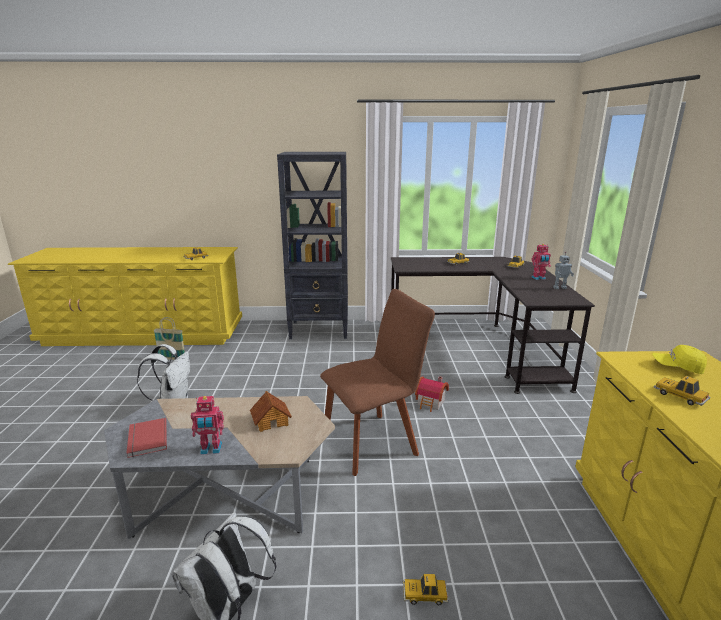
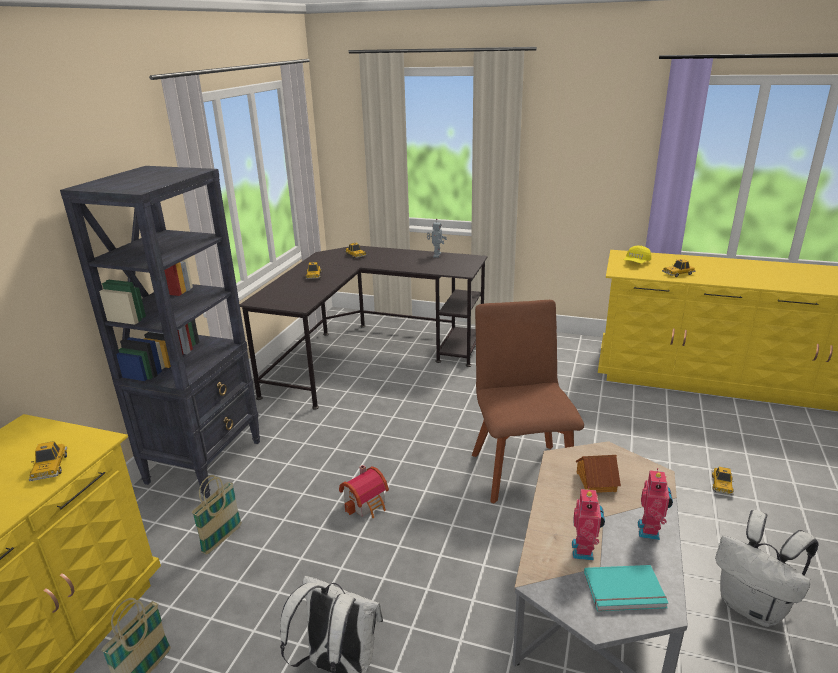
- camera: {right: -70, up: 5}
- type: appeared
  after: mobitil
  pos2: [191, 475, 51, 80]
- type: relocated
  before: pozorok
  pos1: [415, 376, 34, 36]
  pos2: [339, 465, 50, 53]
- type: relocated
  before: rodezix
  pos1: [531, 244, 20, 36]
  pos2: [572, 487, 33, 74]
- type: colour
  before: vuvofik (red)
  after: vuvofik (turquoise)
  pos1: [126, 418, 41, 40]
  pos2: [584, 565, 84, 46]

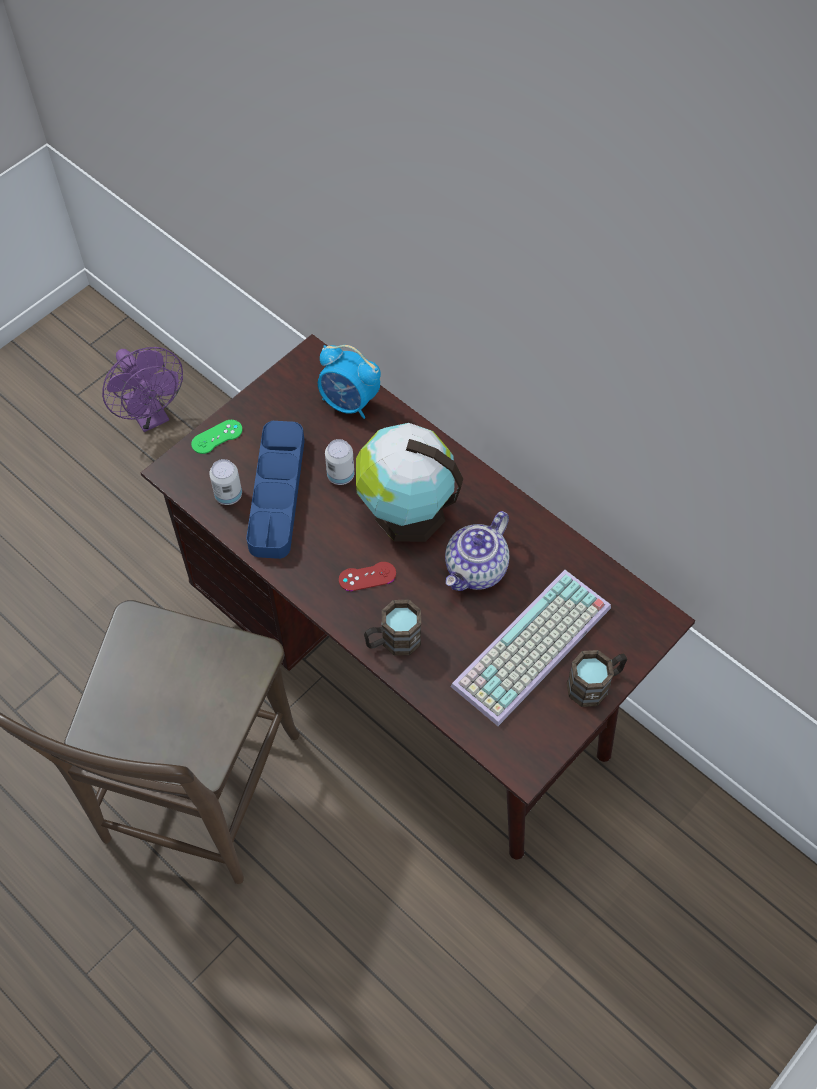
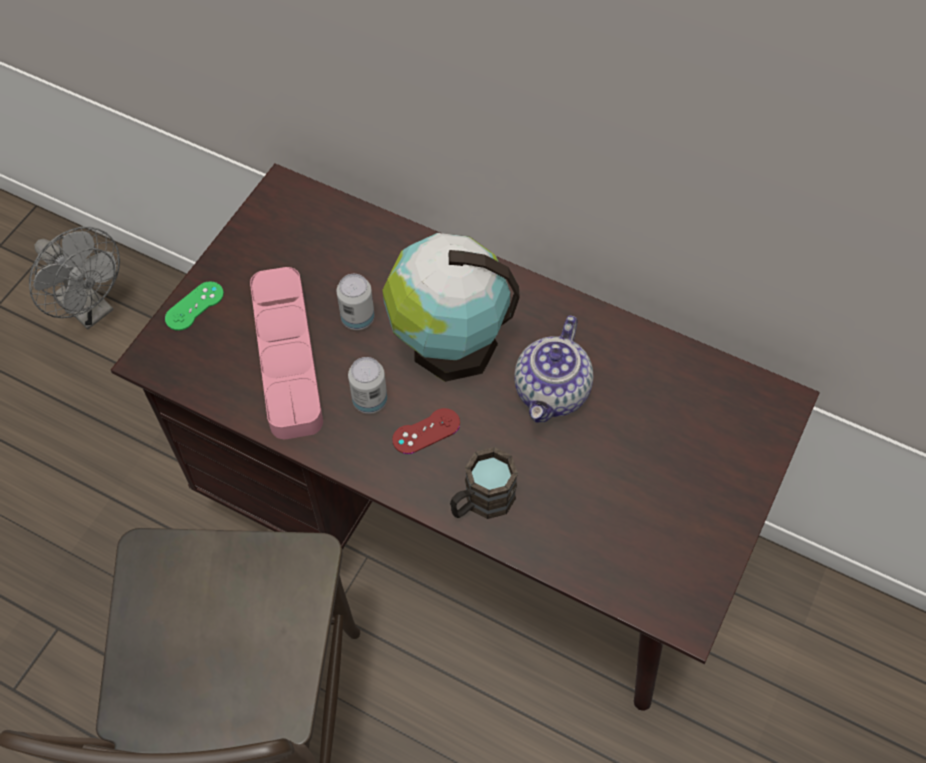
- camera: {right: -15, up: 0}
- type: missing
  before: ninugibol
  pos1: [318, 345, 63, 74]
- type: missing
  before: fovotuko
  pos1: [450, 570, 161, 156]
- type: missing
  before: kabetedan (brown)
  pos1: [567, 650, 60, 57]
- type: relocated
  before: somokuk
  pos1: [209, 459, 33, 46]
  pos2: [348, 357, 39, 57]
- type: colour
  before: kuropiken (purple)
  after: kuropiken (grey)
  pos1: [102, 347, 81, 85]
  pos2: [29, 227, 91, 102]
- type: colour
  before: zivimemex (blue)
  after: zivimemex (pink)
  pos1: [246, 421, 59, 138]
  pos2: [250, 267, 73, 172]

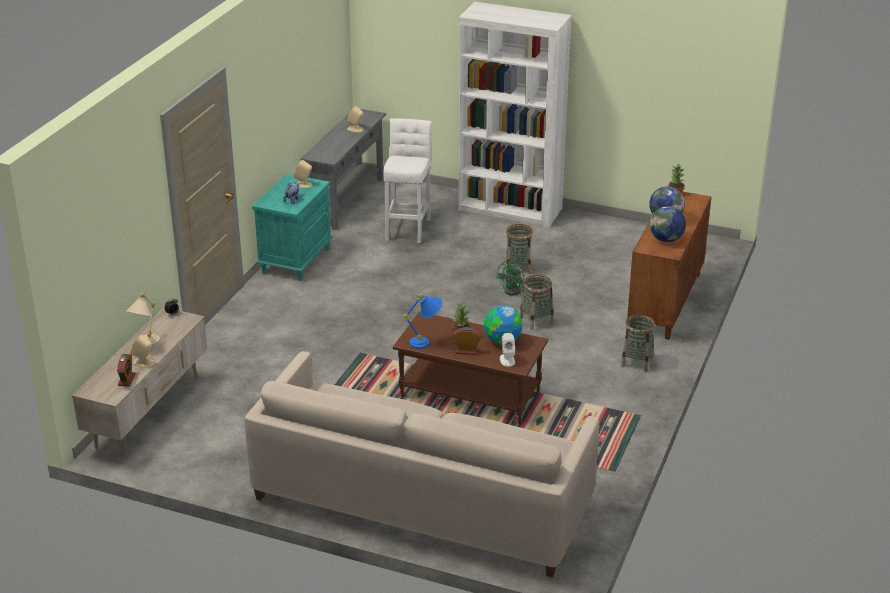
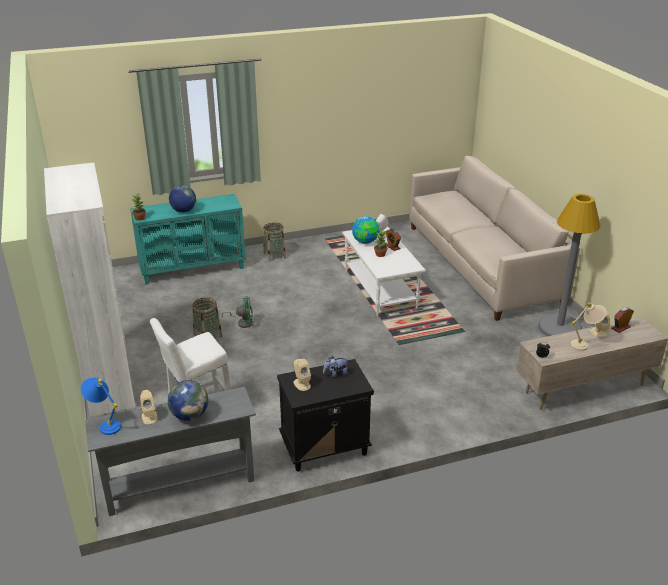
- camera: {right: -130, up: 0}
- type: missing
  before: mobitil
  pos1: [520, 275, 34, 55]
- type: appeared
  after: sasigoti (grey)
  pos2: [538, 194, 63, 142]
- type: relocated
  before: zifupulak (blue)
  pos1: [403, 294, 39, 55]
  pos2: [81, 378, 40, 57]
- type: relocated
  before: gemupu
  pos1: [650, 206, 36, 36]
  pos2: [168, 380, 40, 41]
- type: colour
  before: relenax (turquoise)
  after: relenax (black)
  pos1: [252, 174, 81, 107]
  pos2: [277, 359, 97, 112]
- type: colour
  before: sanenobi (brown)
  after: sanenobi (white)
  pos1: [393, 312, 155, 112]
  pos2: [342, 227, 84, 89]
- type: colour
  before: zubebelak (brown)
  after: zubebelak (turquoise)
  pos1: [627, 192, 84, 148]
  pos2: [130, 194, 116, 91]

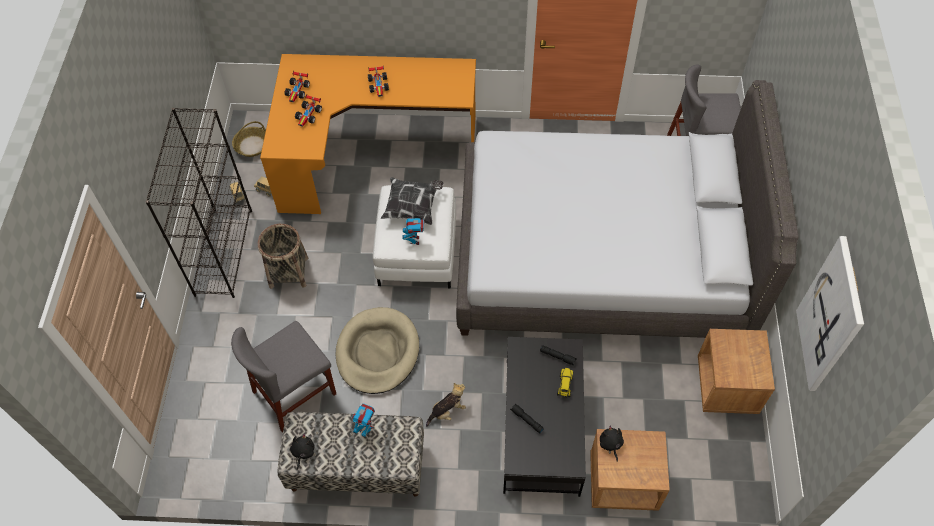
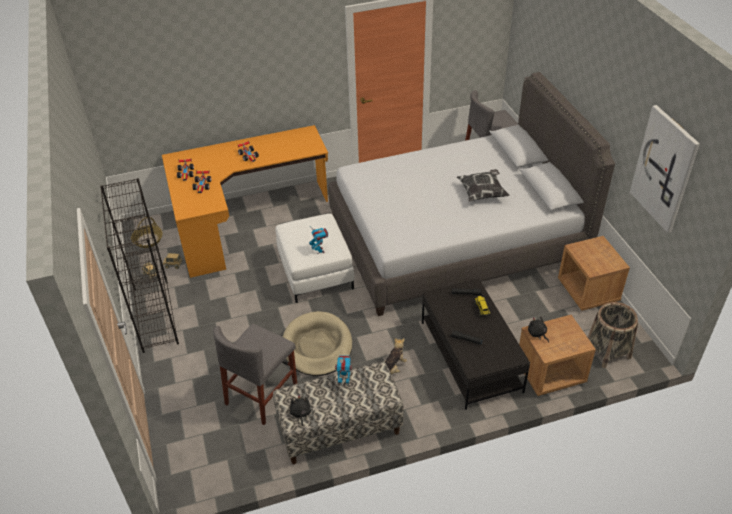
- camera: {right: -20, up: -15}
- type: relocated
  before: mobitil
  pos1: [257, 224, 51, 65]
  pos2: [588, 302, 50, 66]
- type: relocated
  before: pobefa
  pos1: [381, 177, 62, 48]
  pos2: [457, 169, 53, 33]

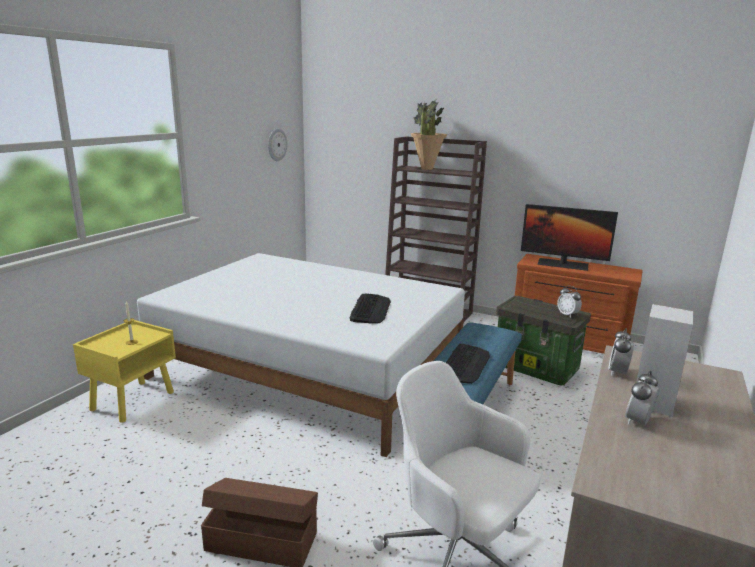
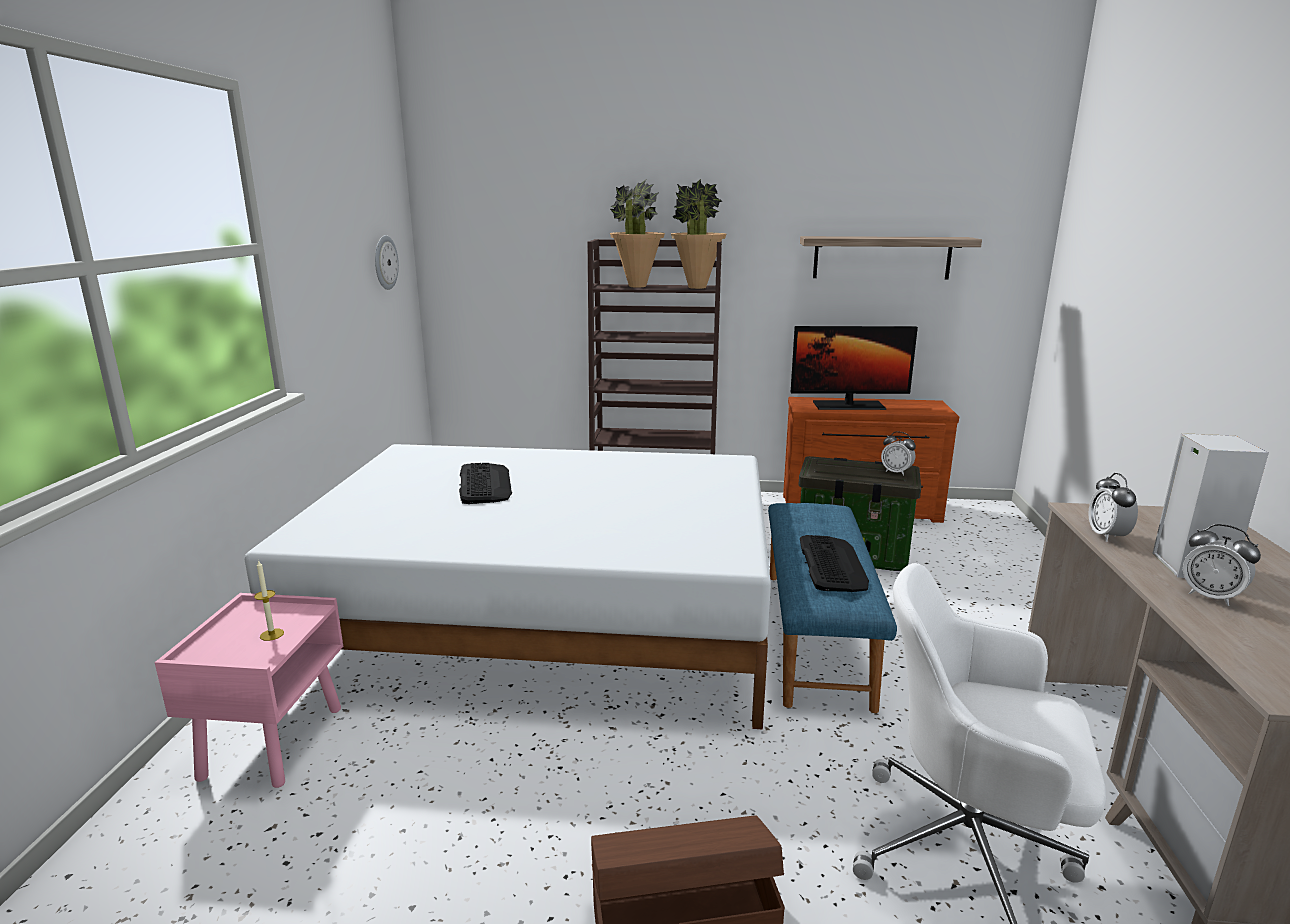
- camera: {right: -20, up: 0}
- type: appeared
  after: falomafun
  pos2: [671, 179, 55, 110]
- type: appeared
  after: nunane
  pos2: [800, 236, 182, 44]
- type: relocated
  before: fovotuko
  pos1: [349, 293, 42, 31]
  pos2: [459, 463, 53, 41]
- type: colour
  before: relenax (yellow)
  after: relenax (pink)
  pos1: [73, 320, 103, 103]
  pos2: [155, 593, 188, 195]
- type: spun
  before: ninugibol
  pos1: [625, 371, 35, 54]
  pos2: [1183, 524, 78, 82]
  turn: -60

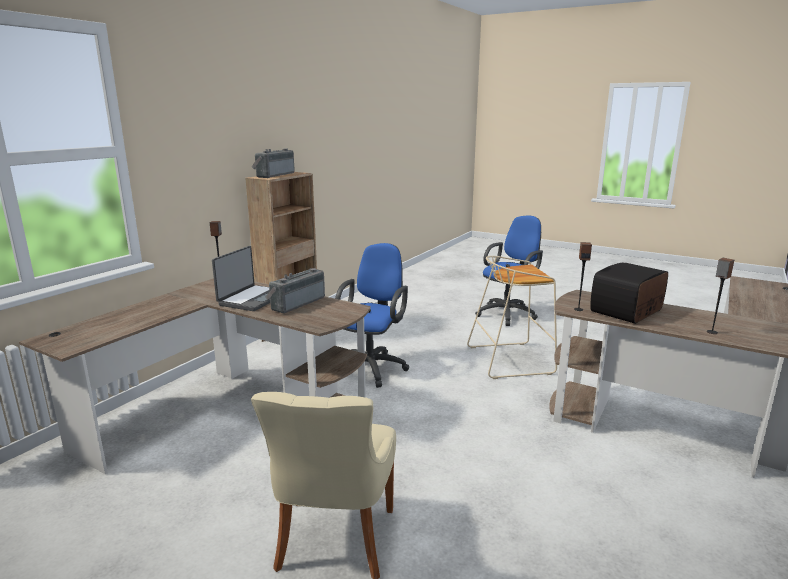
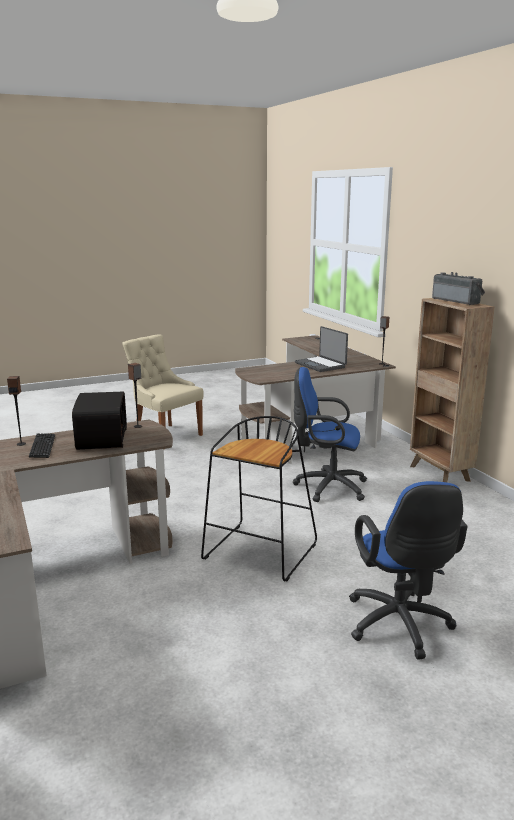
- camera: {right: 125, up: 0}
- type: missing
  before: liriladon
  pos1: [265, 268, 60, 45]
- type: appeared
  after: fovotuko
  pos2: [29, 433, 26, 25]
- type: colour
  before: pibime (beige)
  after: pibime (black)
  pos1: [467, 256, 90, 123]
  pos2: [201, 416, 116, 165]
- type: spun
  before: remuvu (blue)
  pos1: [335, 243, 74, 145]
  pos2: [293, 367, 74, 135]
  turn: 135

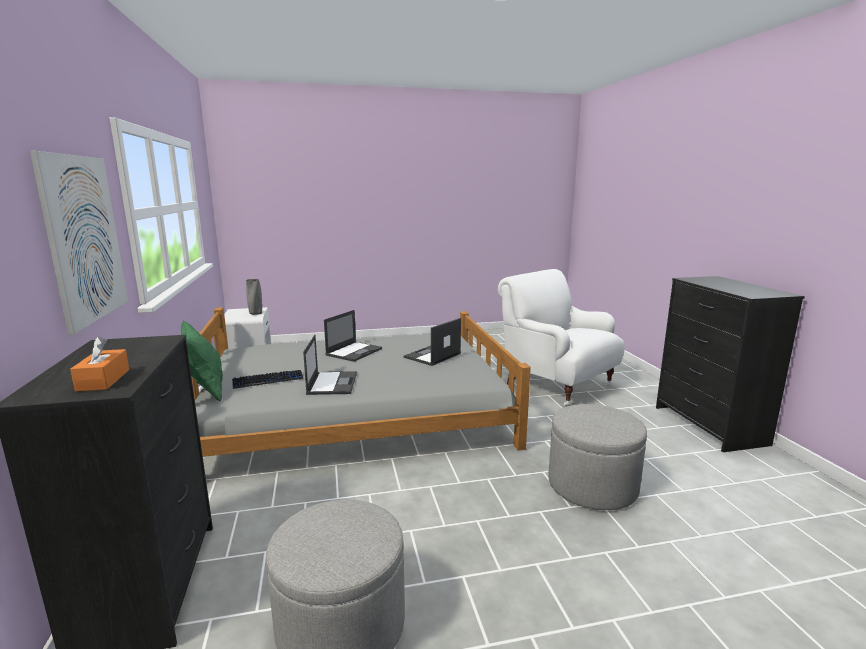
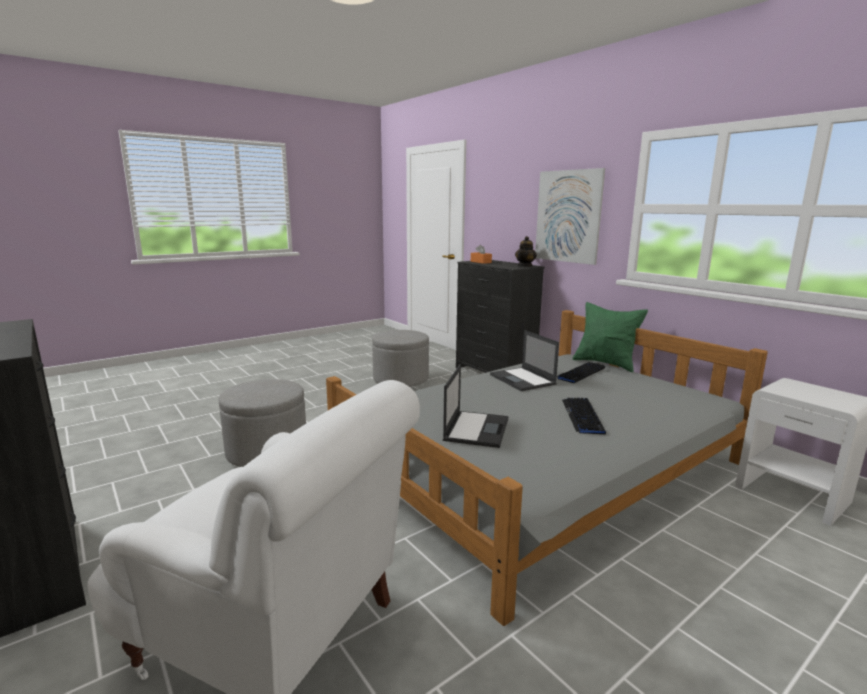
- camera: {right: 155, up: 0}
- type: missing
  before: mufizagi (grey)
  pos1: [246, 279, 16, 36]
- type: appeared
  after: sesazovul
  pos2: [515, 236, 22, 31]
- type: exchanged
  before: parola
  after: fovotuko
  pos1: [324, 310, 58, 52]
  pos2: [562, 398, 44, 36]

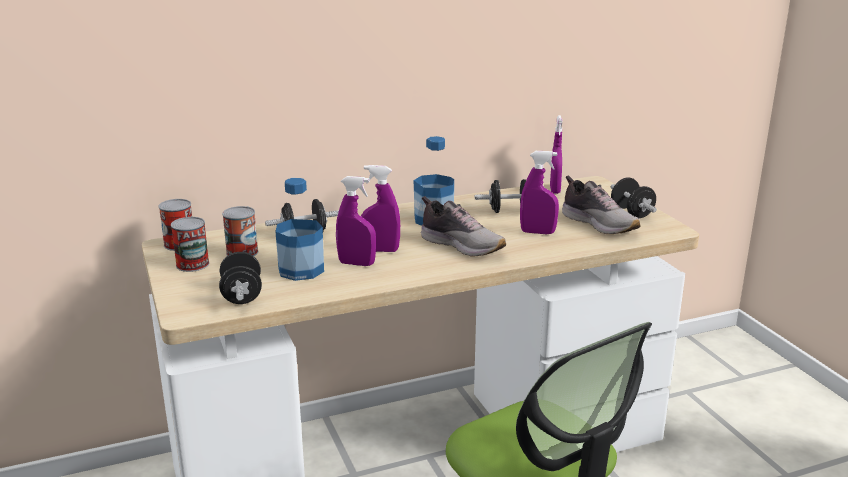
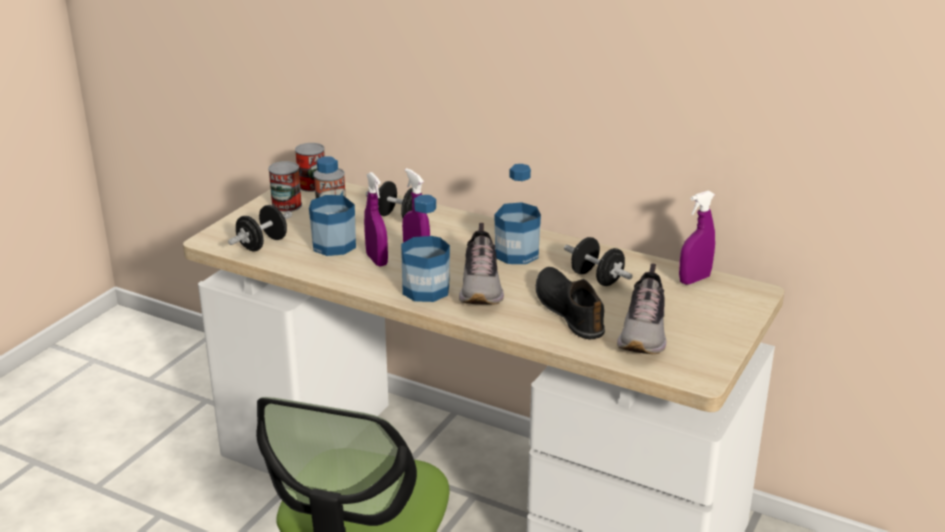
- camera: {right: 50, up: 5}
- type: missing
  before: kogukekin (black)
  pos1: [611, 177, 46, 41]
- type: appeared
  after: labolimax
  pos2: [401, 195, 49, 107]
- type: exchanged
  before: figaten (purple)
  after: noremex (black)
  pos1: [520, 151, 39, 83]
  pos2: [536, 267, 69, 72]

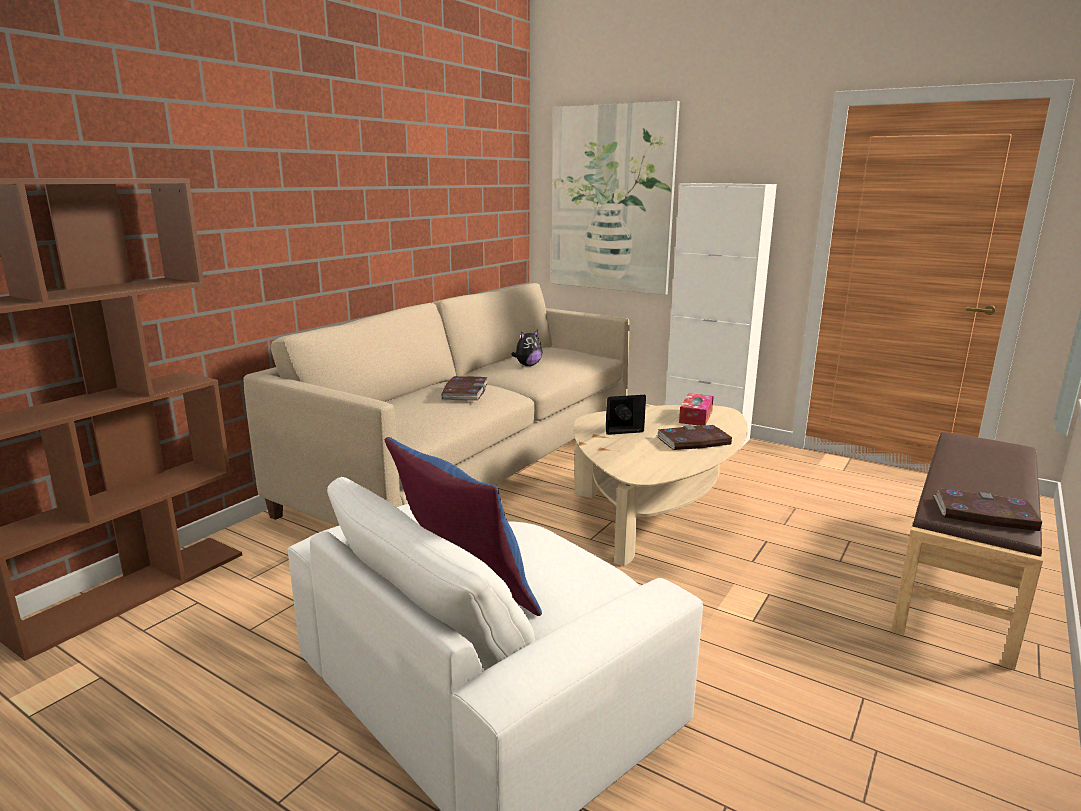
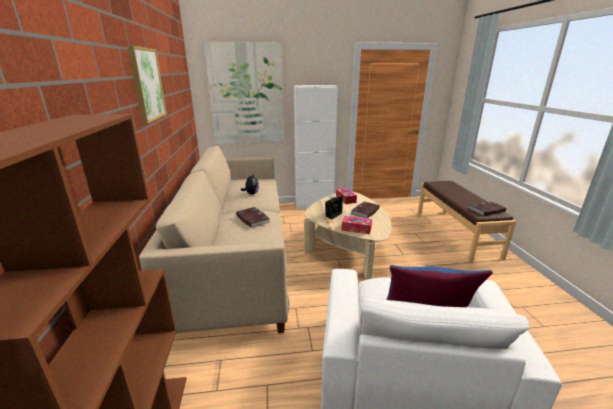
- camera: {right: -40, up: 5}
- type: appeared
  after: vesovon
  pos2: [127, 45, 40, 79]
- type: appeared
  after: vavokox
  pos2: [342, 216, 30, 18]

